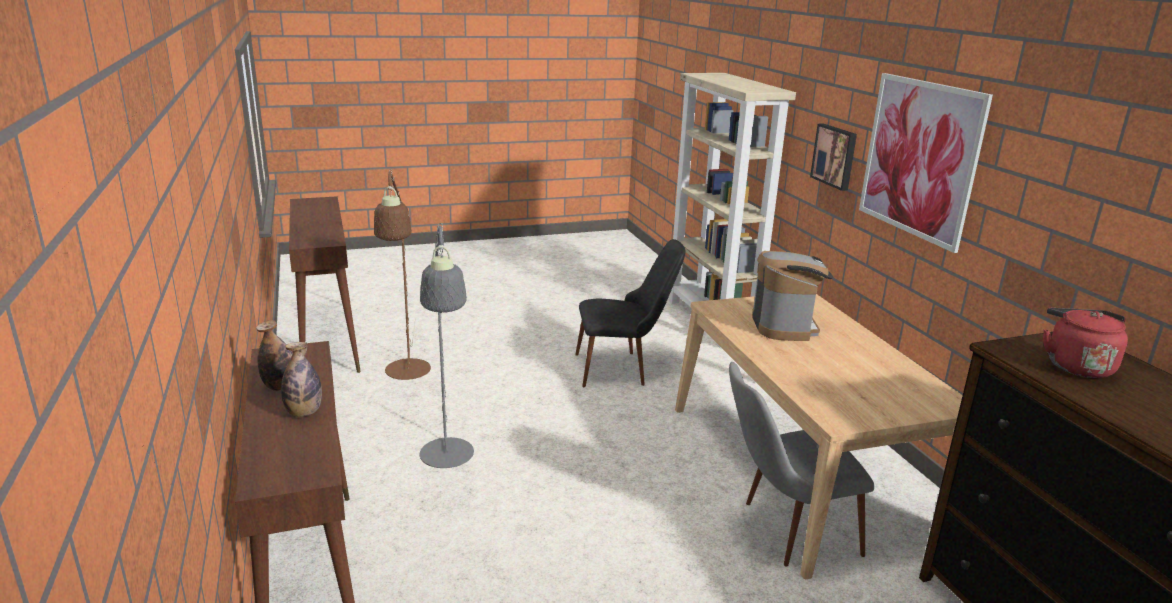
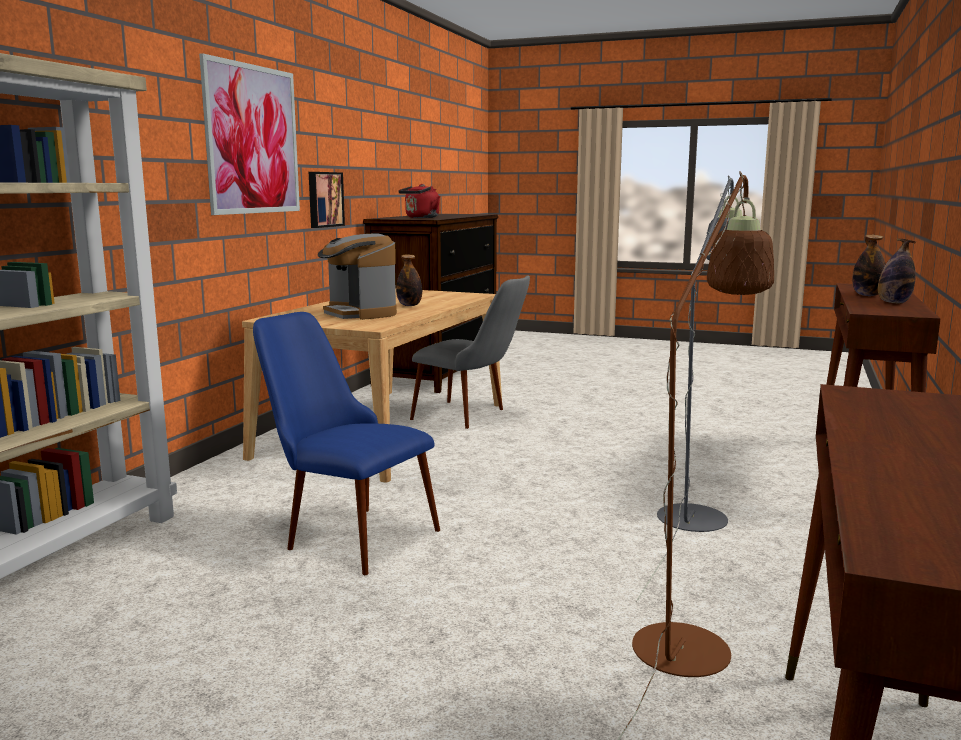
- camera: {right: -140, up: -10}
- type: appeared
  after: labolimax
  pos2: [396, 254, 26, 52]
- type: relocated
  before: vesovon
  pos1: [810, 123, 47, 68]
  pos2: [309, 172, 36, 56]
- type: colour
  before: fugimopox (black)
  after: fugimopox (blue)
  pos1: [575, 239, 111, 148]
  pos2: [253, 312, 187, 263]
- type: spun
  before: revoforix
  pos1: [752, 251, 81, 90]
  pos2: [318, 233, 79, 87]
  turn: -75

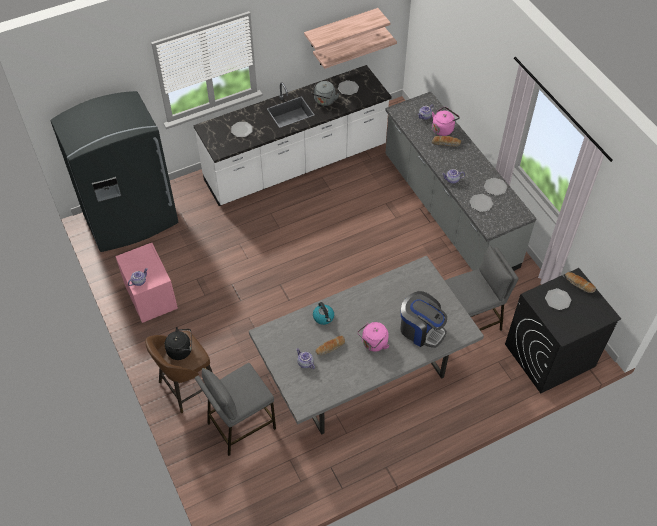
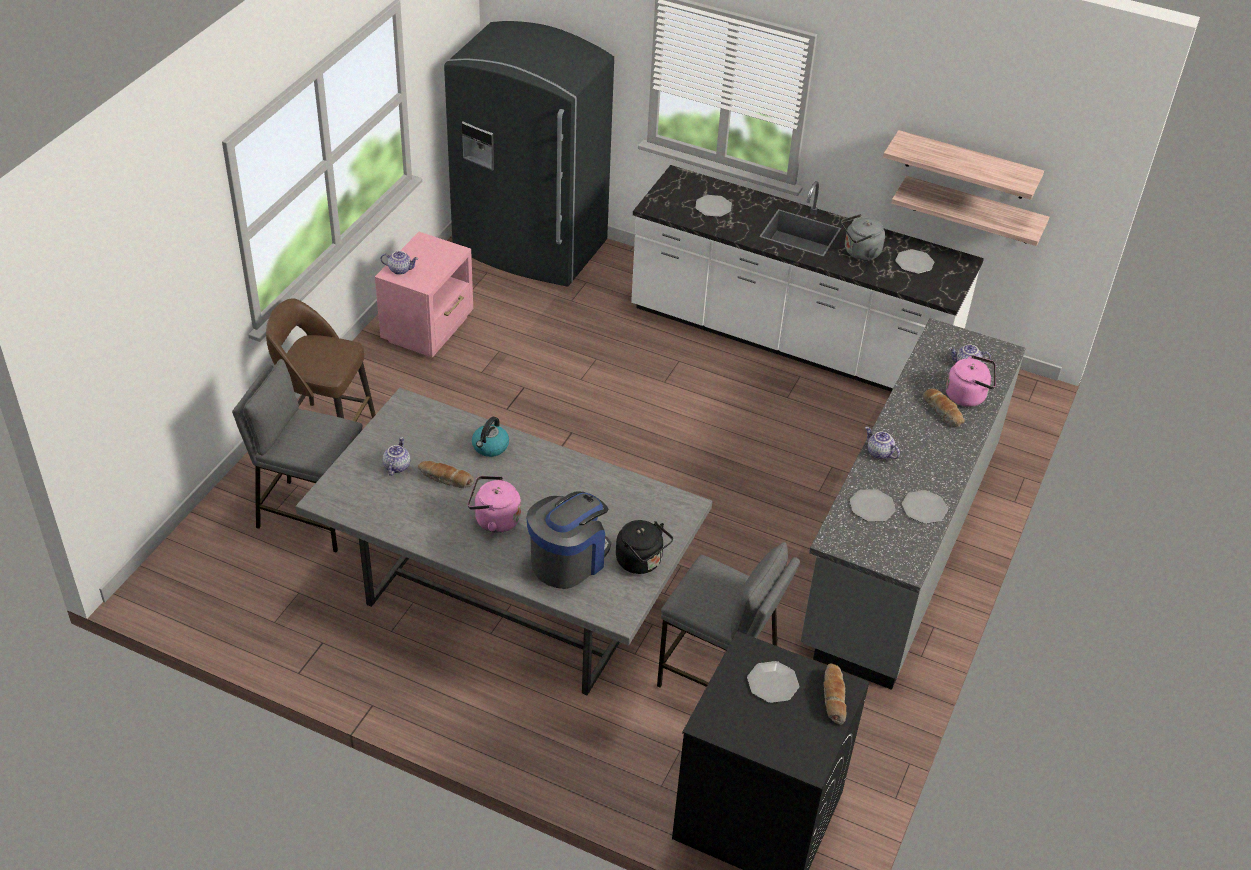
- camera: {right: 50, up: -10}
- type: relocated
  before: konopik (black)
  pos1: [165, 327, 27, 33]
  pos2: [616, 520, 57, 54]
- type: spun
  before: revoforix
  pos1: [401, 291, 46, 57]
  pos2: [527, 492, 84, 97]
  turn: -135

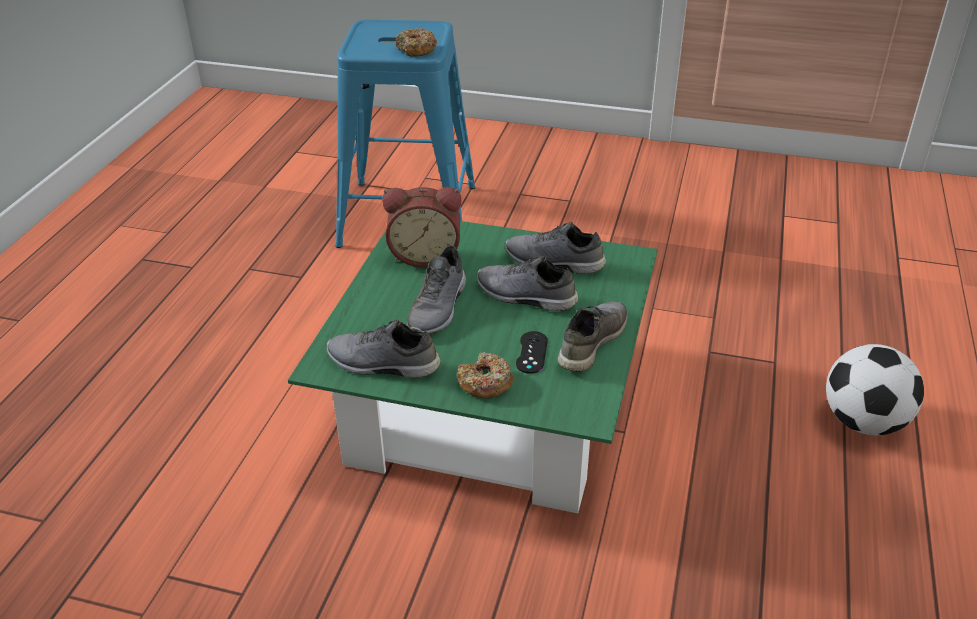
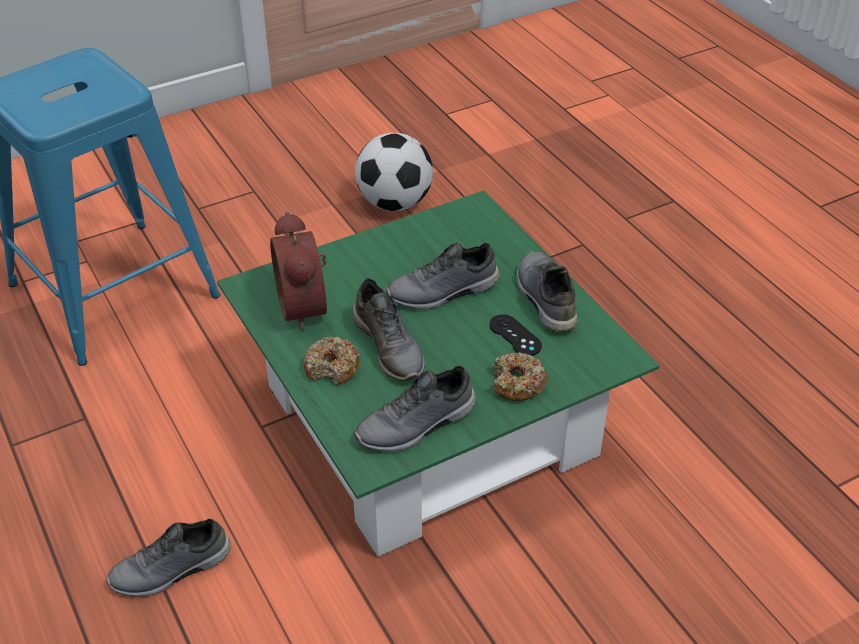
- camera: {right: -45, up: 5}
- type: relocated
  before: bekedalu
  pos1: [396, 28, 41, 29]
  pos2: [303, 336, 57, 49]
- type: relocated
  before: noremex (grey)
  pos1: [505, 222, 101, 52]
  pos2: [106, 519, 125, 78]
- type: relocated
  before: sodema
  pos1: [826, 344, 98, 91]
  pos2: [355, 133, 78, 78]
- type: spun
  before: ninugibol
  pos1: [382, 187, 79, 81]
  pos2: [270, 211, 57, 120]
  turn: 120

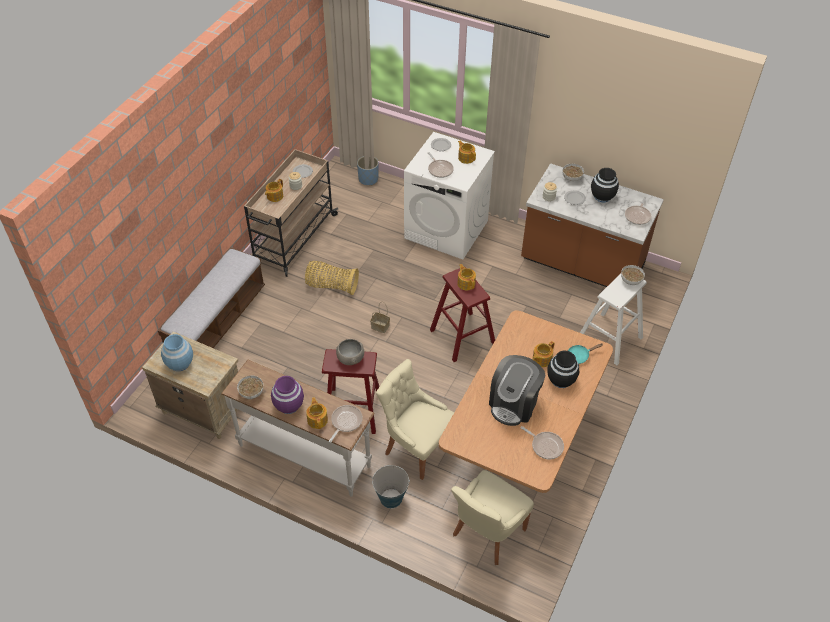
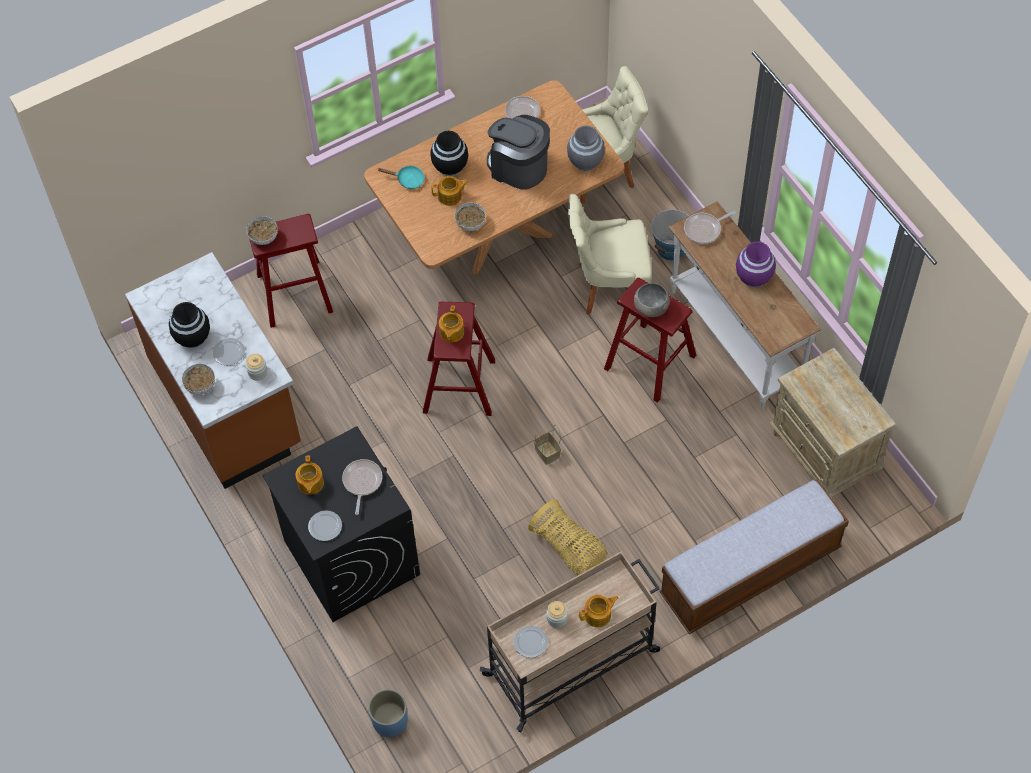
- camera: {right: -145, up: 10}
- type: missing
  before: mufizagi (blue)
  pos1: [161, 334, 32, 37]
- type: missing
  before: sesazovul
  pos1: [306, 397, 22, 32]
- type: missing
  before: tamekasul
  pos1: [625, 197, 26, 28]
- type: appeared
  after: mufizagi (grey)
  pos2: [567, 125, 38, 46]
- type: relocated
  before: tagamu
  pos1: [237, 375, 26, 24]
  pos2: [455, 203, 31, 28]
- type: colour
  before: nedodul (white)
  after: nedodul (black)
  pos1: [404, 132, 91, 127]
  pos2: [262, 427, 158, 195]
- type: colour
  before: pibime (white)
  after: pibime (red)
  pos1: [580, 273, 67, 92]
  pos2: [250, 214, 83, 114]
- type: spun
  before: fugimopox (beige)
  pos1: [376, 359, 78, 121]
  pos2: [568, 194, 84, 121]
  turn: 105
- type: spun
  before: revoforix
  pos1: [489, 355, 56, 71]
  pos2: [487, 115, 63, 75]
  turn: -120

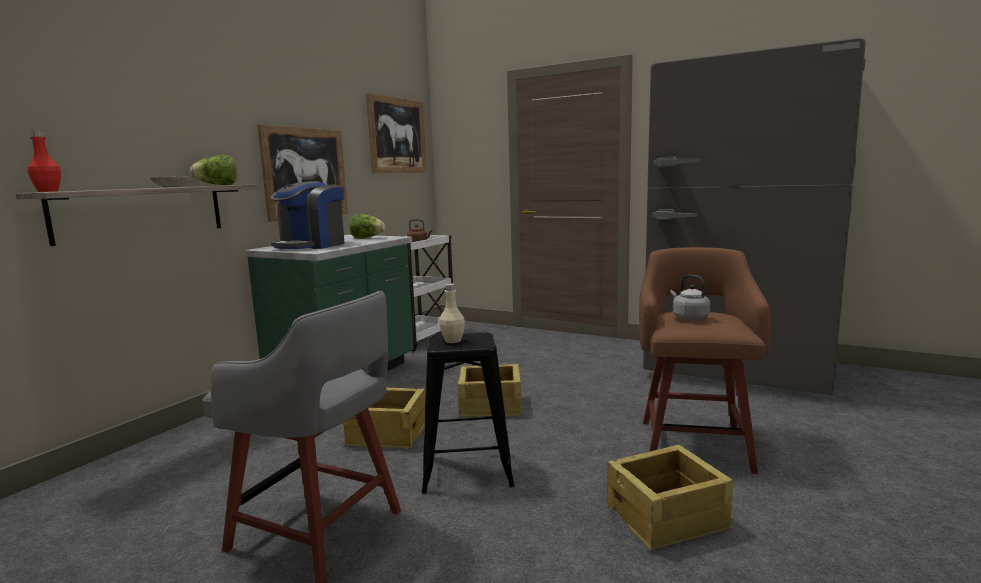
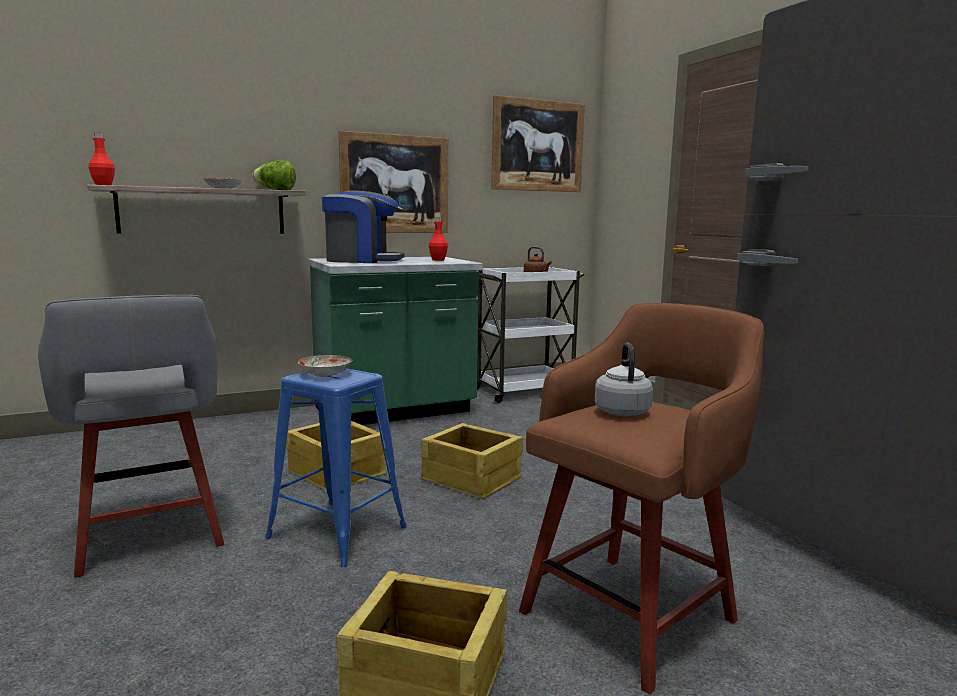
- camera: {right: 35, up: 0}
- type: exchanged
  before: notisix
  after: labolimax (red)
  pos1: [350, 214, 35, 25]
  pos2: [429, 217, 19, 44]
- type: exchanged
  before: labolimax (beige)
  after: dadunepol
  pos1: [439, 284, 26, 59]
  pos2: [298, 355, 55, 22]
- type: colour
  before: pibime (black)
  after: pibime (blue)
  pos1: [422, 332, 93, 162]
  pos2: [265, 369, 142, 198]
- type: spun
  before: revoforix
  pos1: [270, 181, 75, 68]
  pos2: [322, 190, 83, 73]
  turn: -150

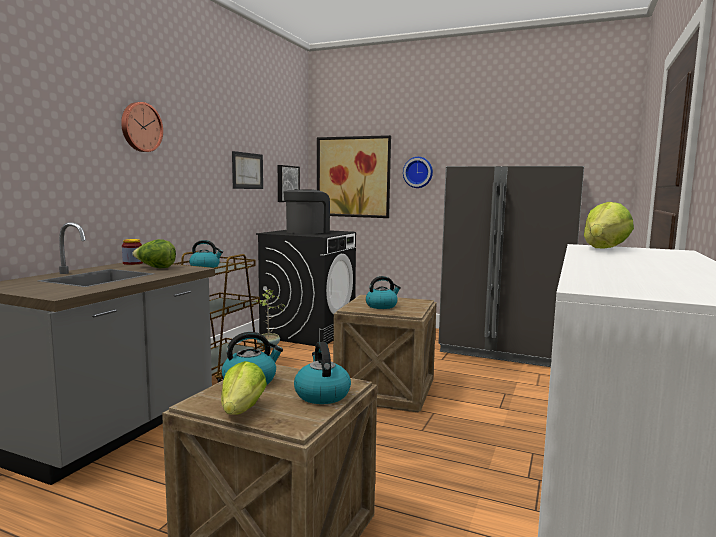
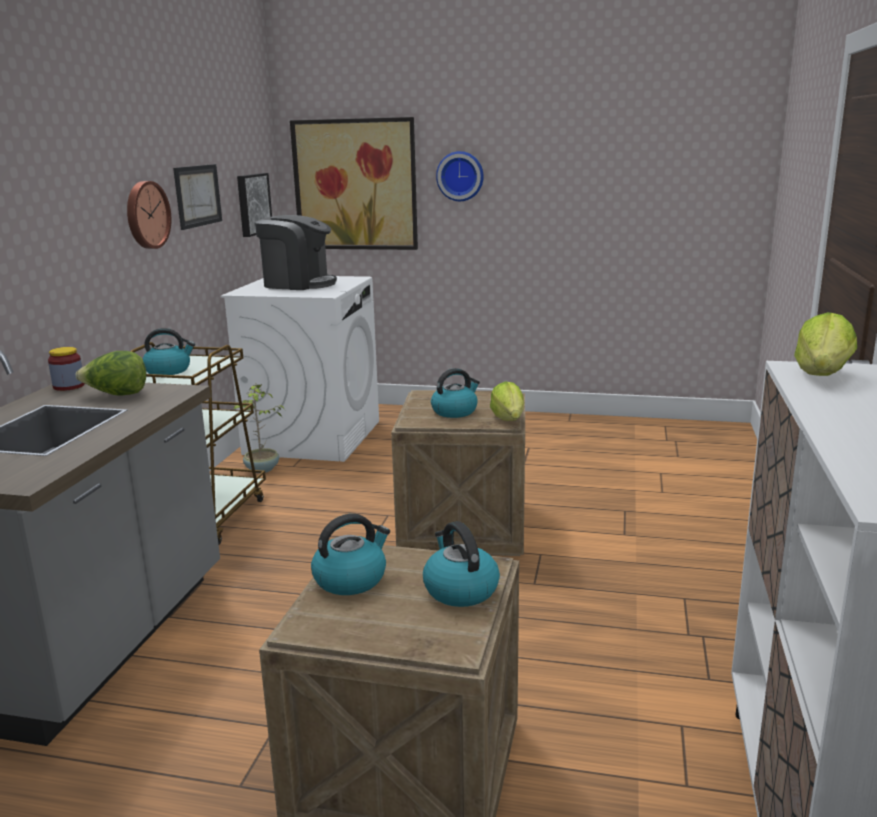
- camera: {right: -10, up: 10}
- type: missing
  before: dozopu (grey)
  pos1: [438, 166, 146, 201]
- type: relocated
  before: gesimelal
  pos1: [121, 102, 42, 50]
  pos2: [127, 181, 44, 68]
- type: relocated
  before: notisix
  pos1: [221, 361, 46, 54]
  pos2: [490, 382, 34, 39]
- type: colour
  before: nedodul (black)
  after: nedodul (white)
  pos1: [256, 230, 100, 116]
  pos2: [221, 276, 158, 186]
- type: spun
  before: revoforix
  pos1: [284, 189, 46, 45]
  pos2: [255, 215, 82, 75]
  turn: 90

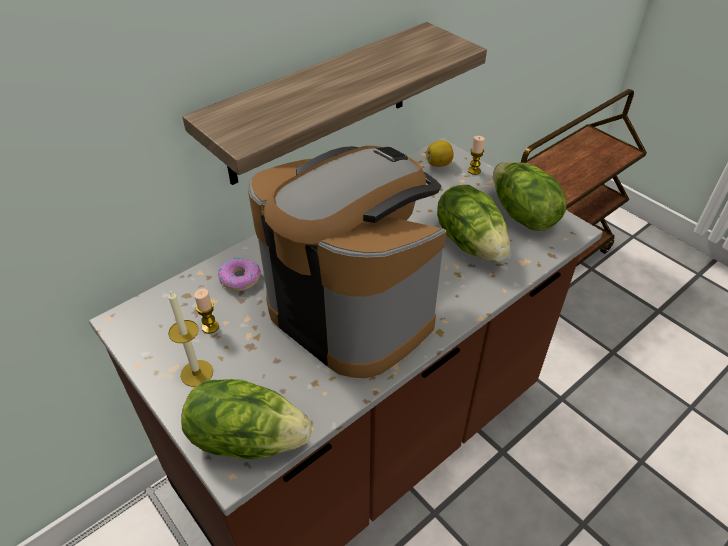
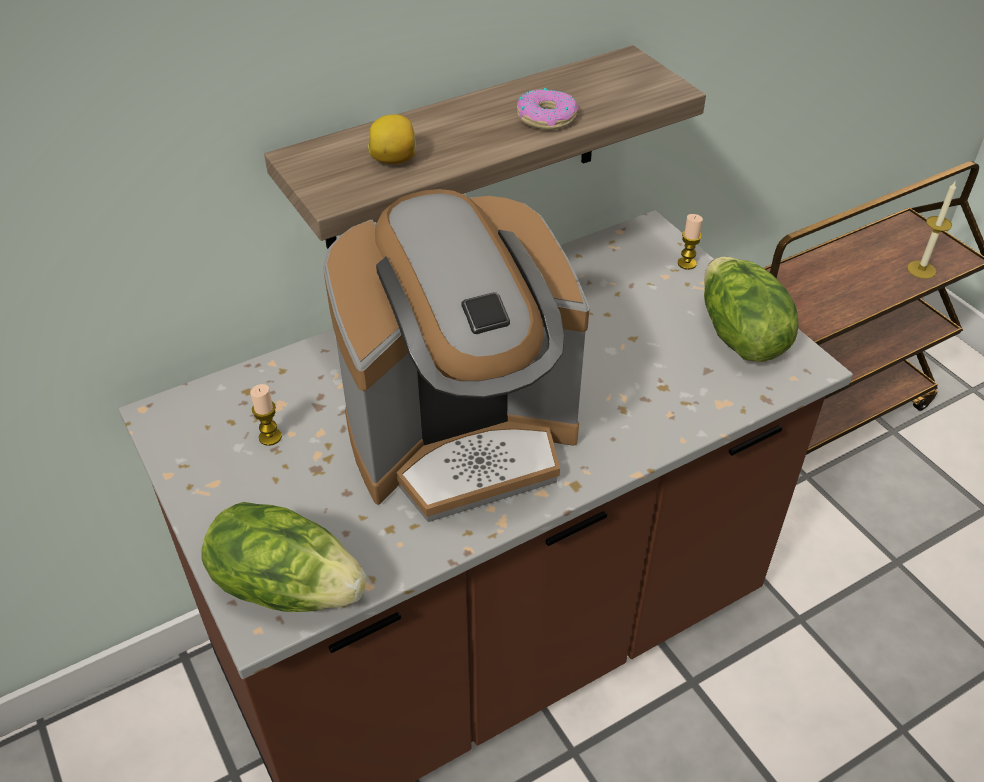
- camera: {right: 10, up: 0}
- type: missing
  before: notisix
  pos1: [437, 185, 73, 77]
- type: relocated
  before: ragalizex
  pos1: [168, 290, 45, 97]
  pos2: [907, 182, 49, 97]
- type: relocated
  before: bekedalu
  pos1: [218, 257, 43, 34]
  pos2: [517, 88, 61, 42]
- type: relocated
  before: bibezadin
  pos1: [426, 140, 28, 27]
  pos2: [368, 114, 48, 50]
- type: spun
  before: revoforix
  pos1: [248, 146, 198, 232]
  pos2: [323, 189, 267, 333]
  turn: 105

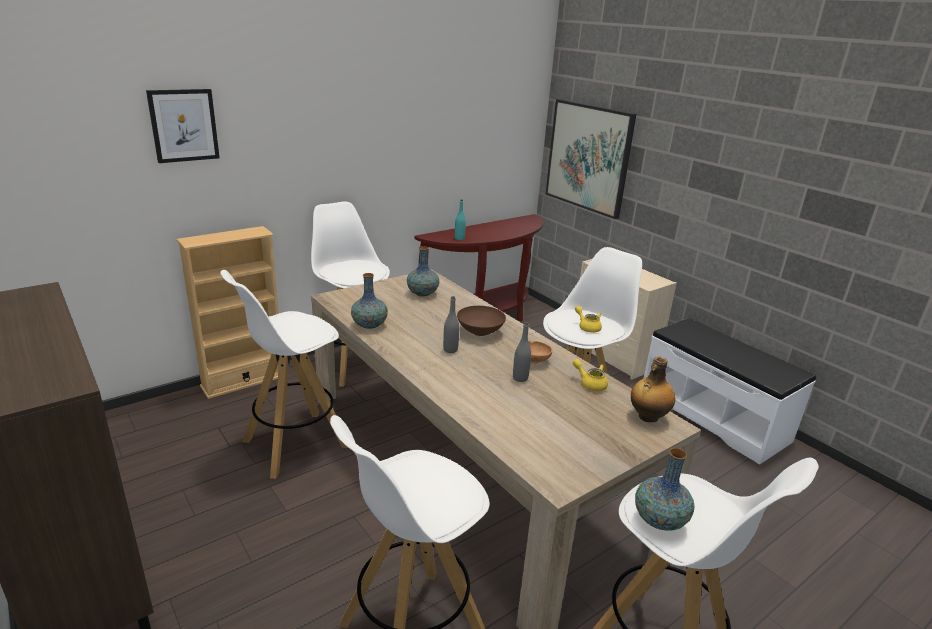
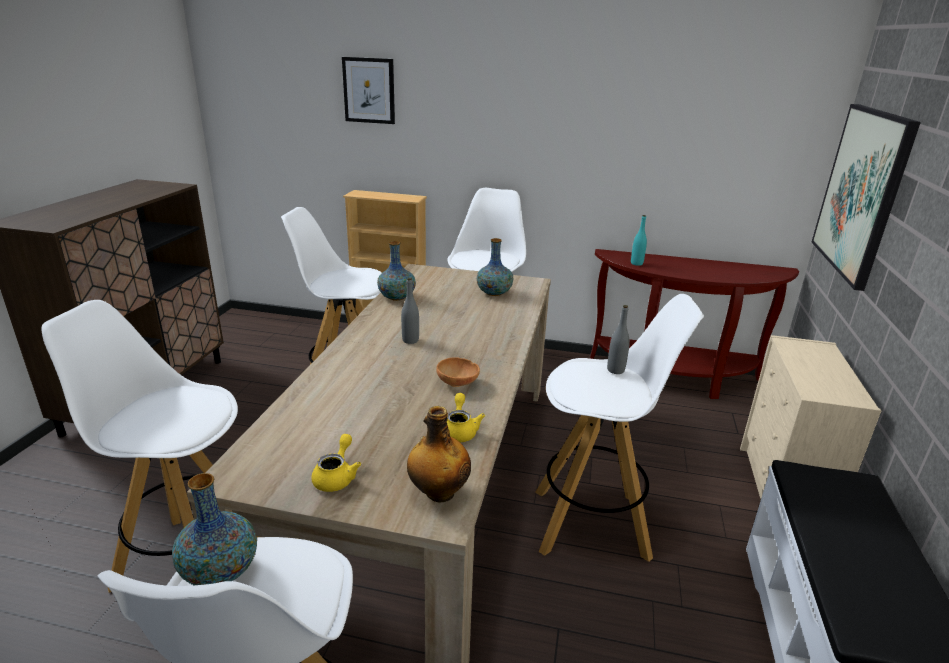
- camera: {right: 50, up: 0}
- type: missing
  before: tagamu (brown)
  pos1: [457, 306, 49, 30]
- type: relocated
  before: labolimax (grey)
  pos1: [513, 322, 18, 60]
  pos2: [607, 305, 23, 69]
- type: relocated
  before: sesazovul (yellow)
  pos1: [575, 306, 27, 27]
  pos2: [311, 434, 50, 58]

